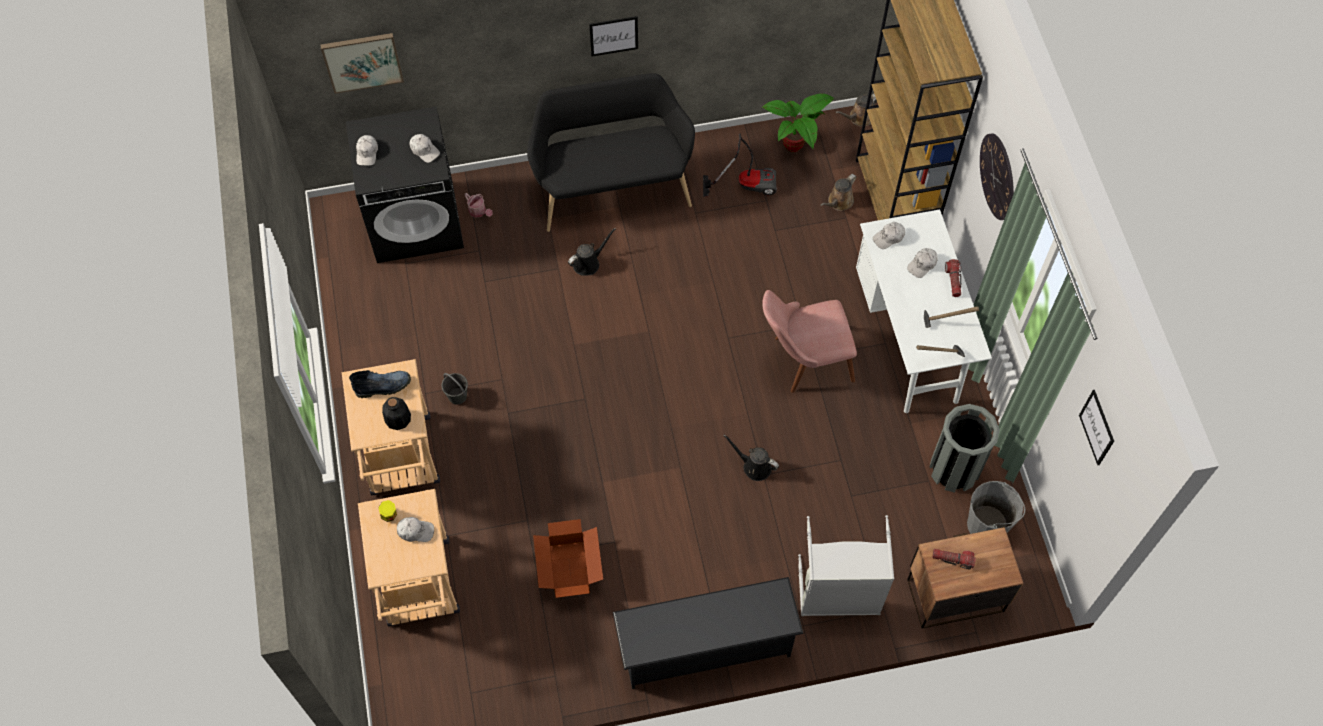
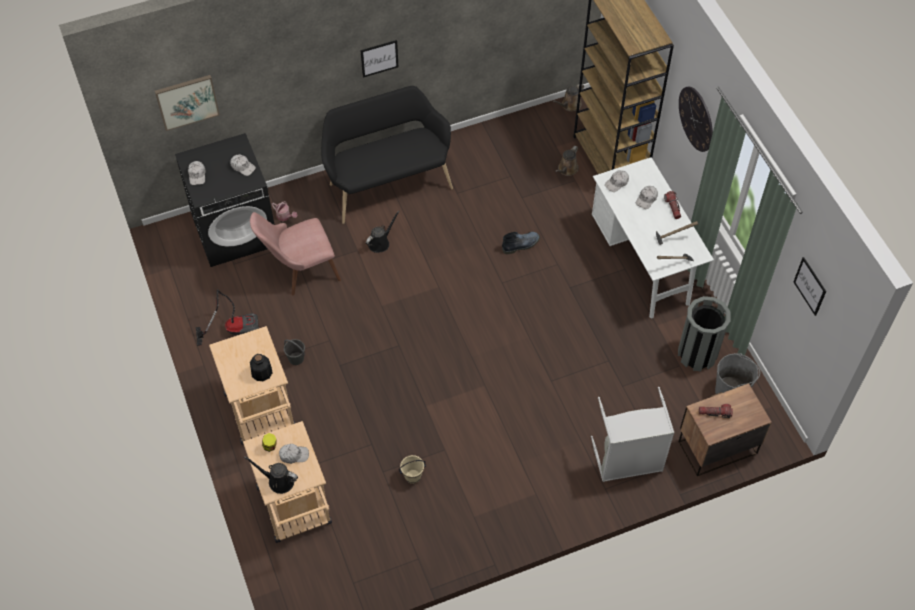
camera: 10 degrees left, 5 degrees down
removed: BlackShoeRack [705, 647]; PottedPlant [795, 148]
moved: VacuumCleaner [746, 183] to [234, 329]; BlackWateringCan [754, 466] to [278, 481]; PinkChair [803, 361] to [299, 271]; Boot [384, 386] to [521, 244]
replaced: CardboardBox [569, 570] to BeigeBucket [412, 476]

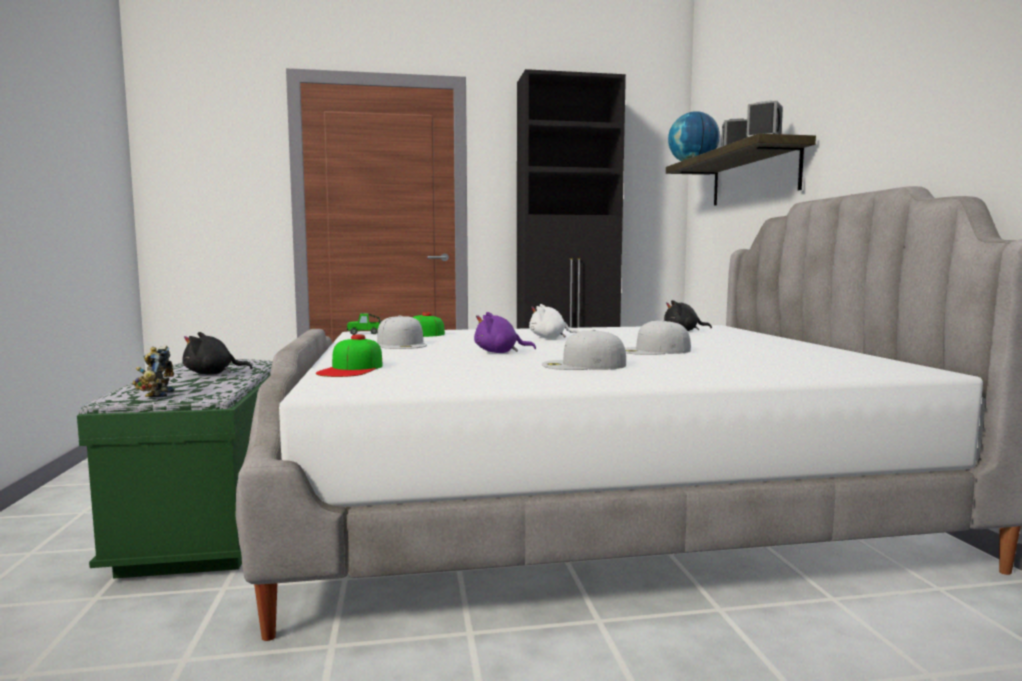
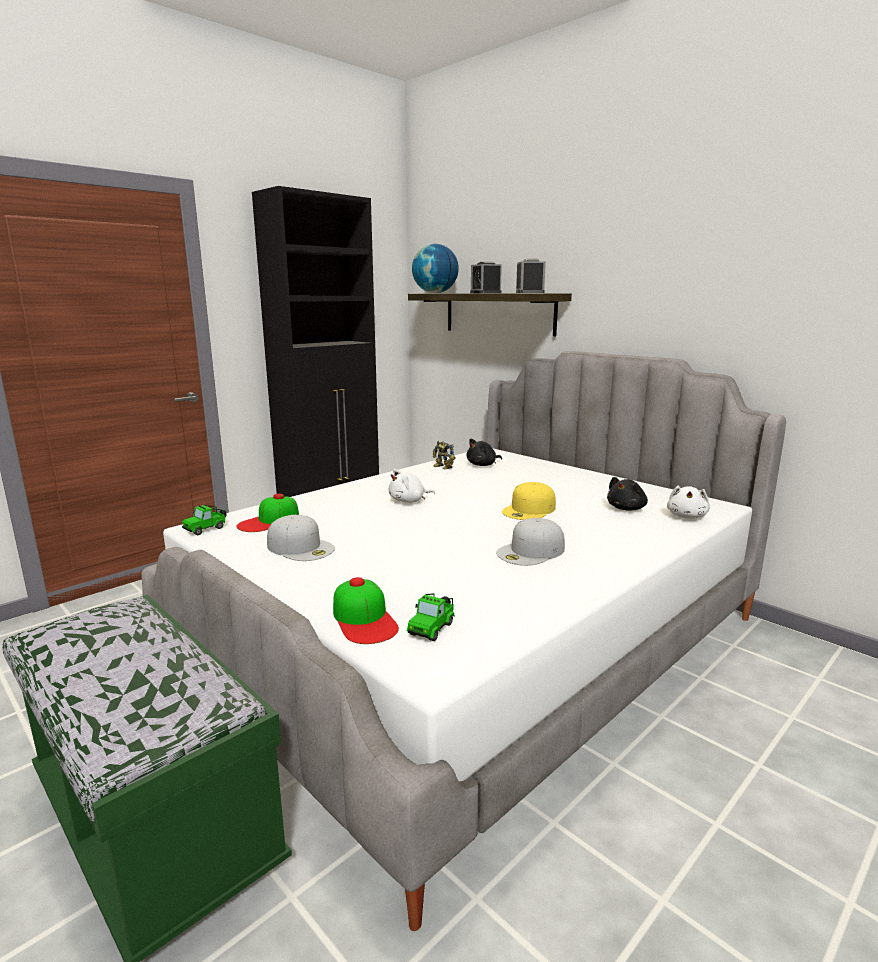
camera: 35 degrees left, 10 degrees up
removed: PurplePlushToy [499, 352]
added: ToyCar [432, 628]; WhitePlushToy [687, 516]
moved: ToyRobot [156, 394] to [442, 467]; BlackPlushToy [212, 374] to [627, 508]
recoloured: WhiteCap [654, 351] to YellowCap [529, 510]

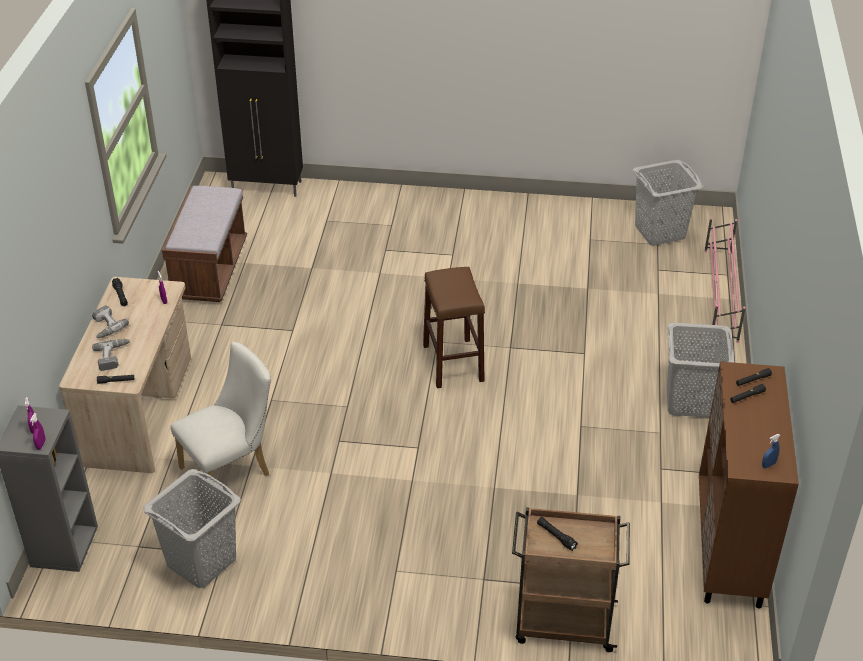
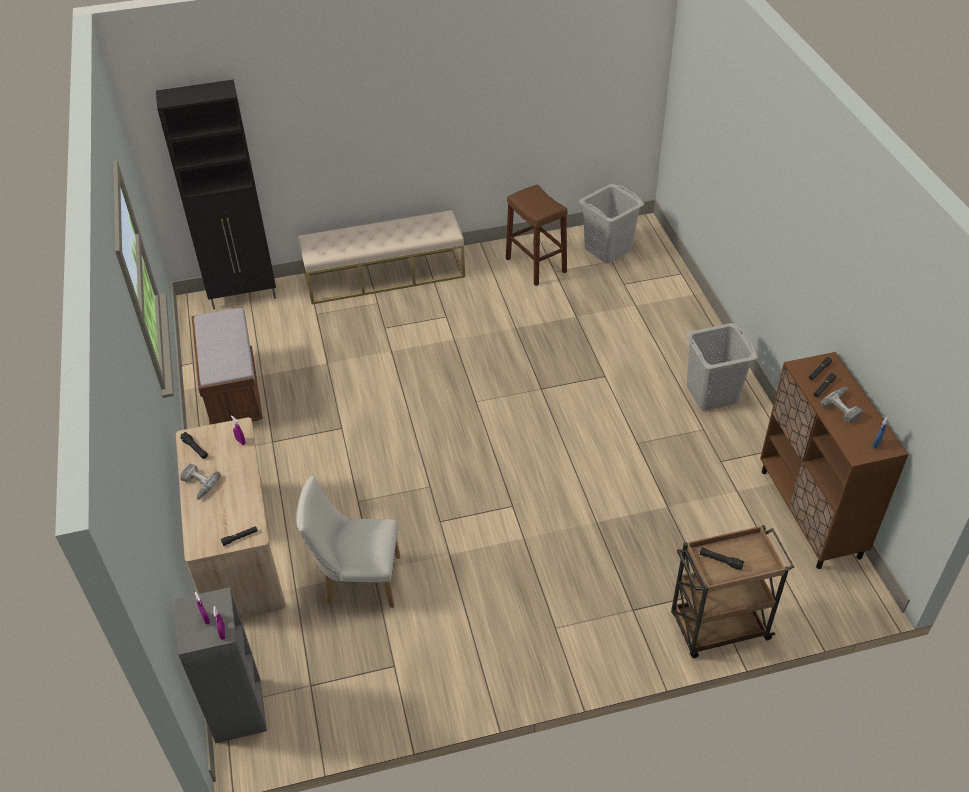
camera: 20 degrees left, 5 degrees up
removed: GreyLaundryBasket [201, 562]; PinkShoeRack [720, 295]
added: BeigeBench [385, 275]
moved: BrownStool [453, 363] to [536, 265]; PowerDrill [113, 356] to [844, 407]
turned: WhiteChair [231, 469] = [357, 580] 120 degrees counterclockwise

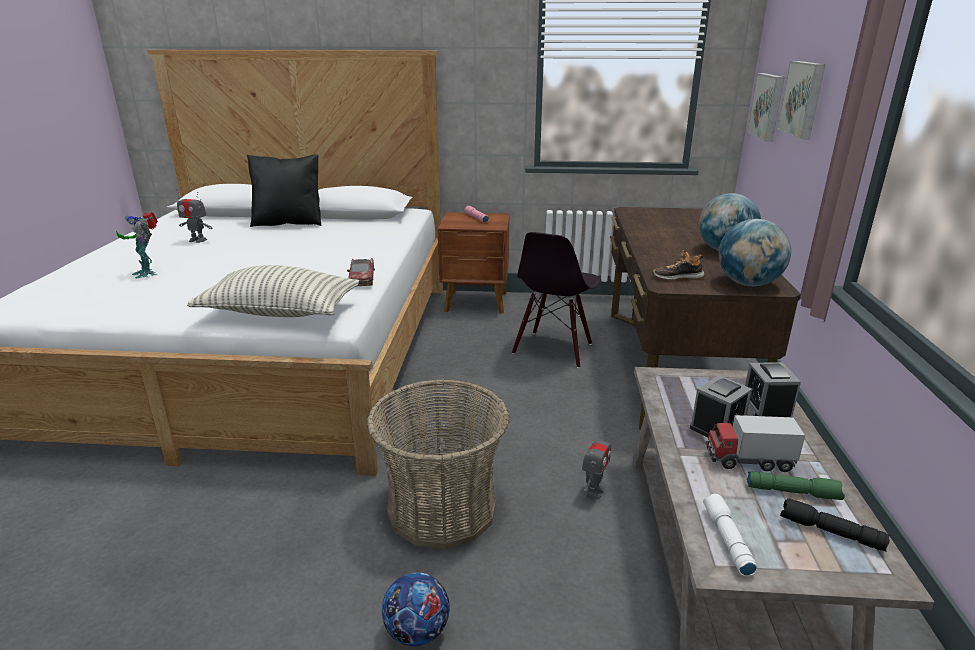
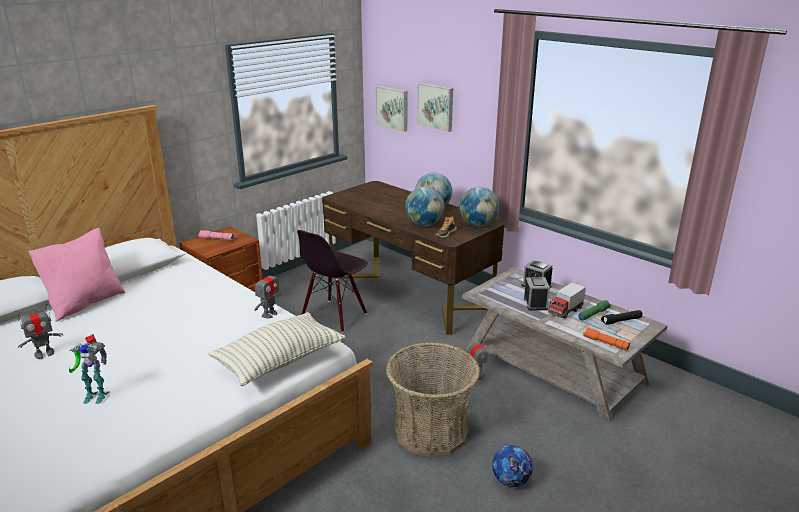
camera: 50 degrees left, 0 degrees up
added: Globe [424, 225]
replaced: ToyCar [362, 278] to ToyRobot [269, 314]
recoloured: BlackPillow [289, 223] to PinkPillow [85, 303]; WhiteFlashlight [726, 540] to OrangeFlashlight [605, 343]
turned: BlackChair [553, 349] = [334, 315] 60 degrees clockwise

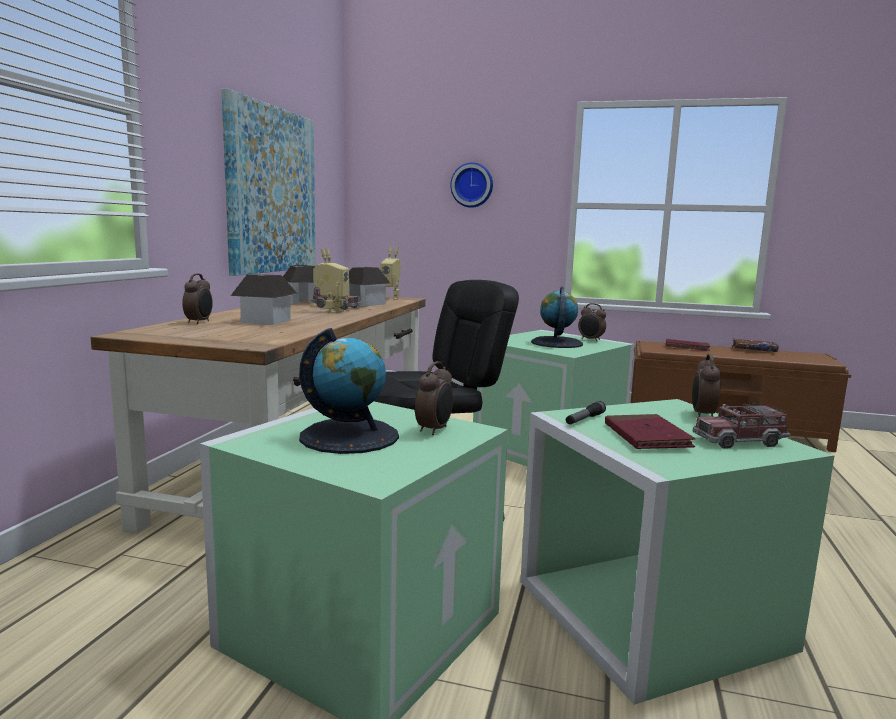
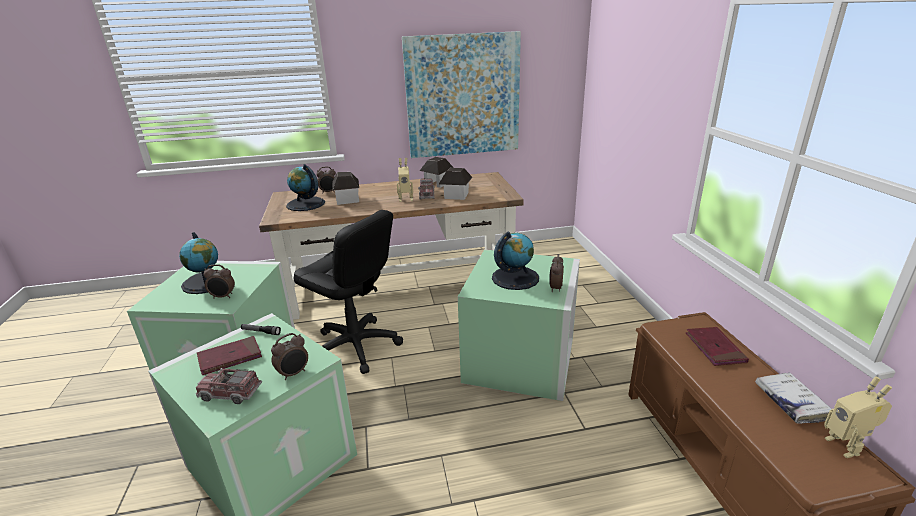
camera: 65 degrees right, 15 degrees up
removed: WallClock [472, 185]
added: Globe [305, 204]
moved: ToyRobot [390, 298] to [846, 445]
recoloured: BrownBook [753, 350] to WhiteBook [790, 402]
turned: ToyTruck [739, 441] = [230, 393] 45 degrees counterclockwise; AlarmClock [702, 415] = [294, 373] 150 degrees clockwise

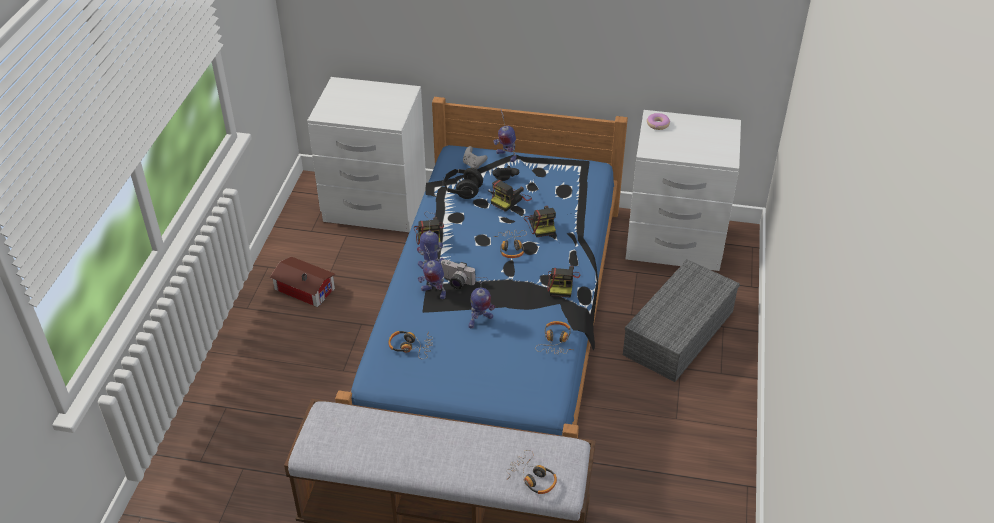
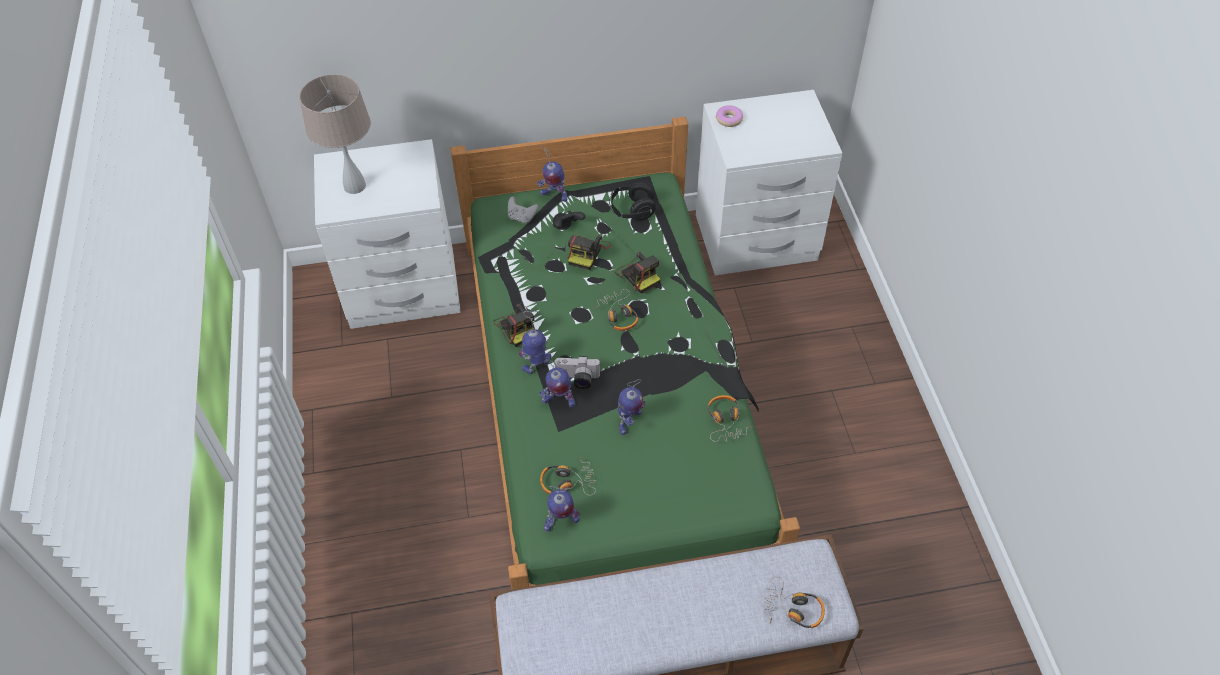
camera: 20 degrees left, 10 degrees up
removed: ToyHouse [304, 287]; PhotoCamera [562, 283]; GreyStorageBox [678, 331]
added: BeigeTableLamp [355, 185]; ToyRobot [560, 522]
moved: BlackHeadphones [462, 190] to [632, 211]
recoloured: BlueBed [496, 317] to GreenBed [609, 392]

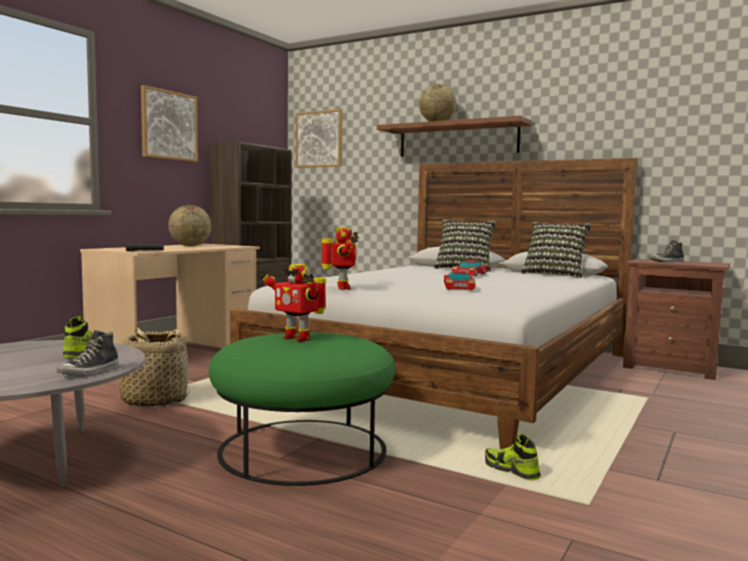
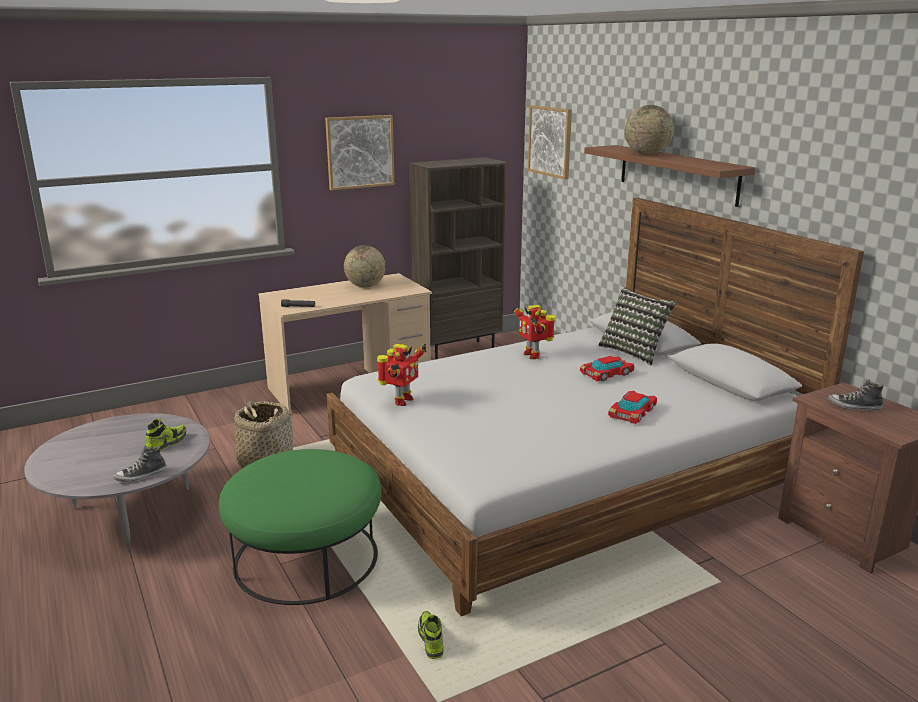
camera: 30 degrees right, 15 degrees up
removed: Pillow [555, 274]
moved: ToyRobot [297, 338] to [532, 355]; ToyCar [459, 287] to [633, 412]

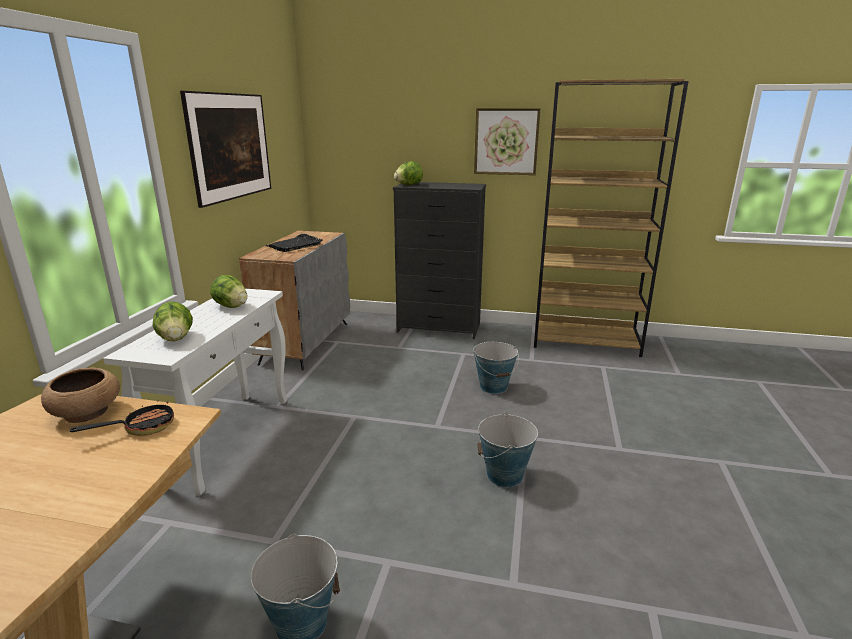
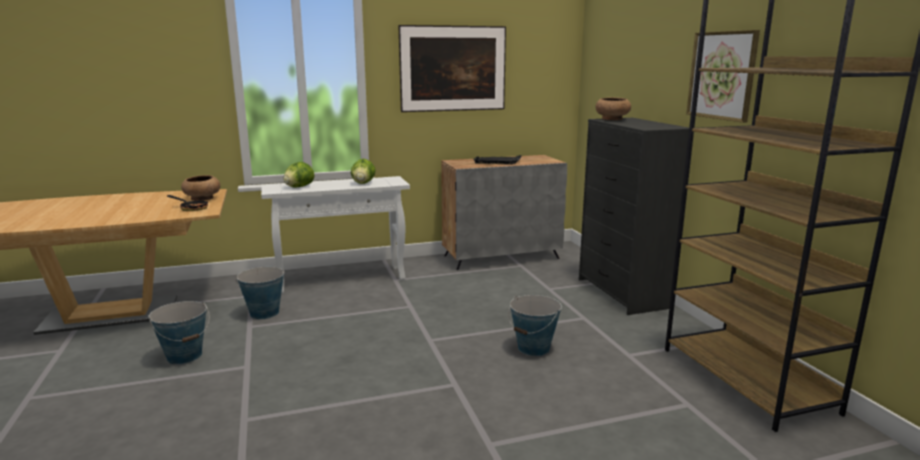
camera: 60 degrees right, 5 degrees down
moved: Bucket [504, 475] to [264, 313]
replaced: Lettuce [408, 185] to BrownBowl [612, 119]

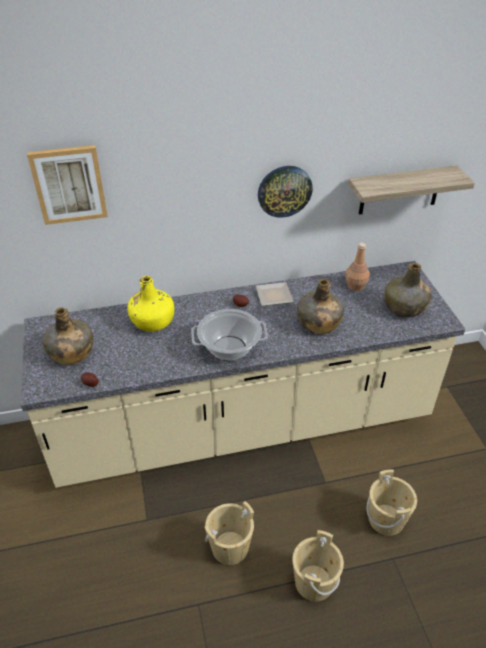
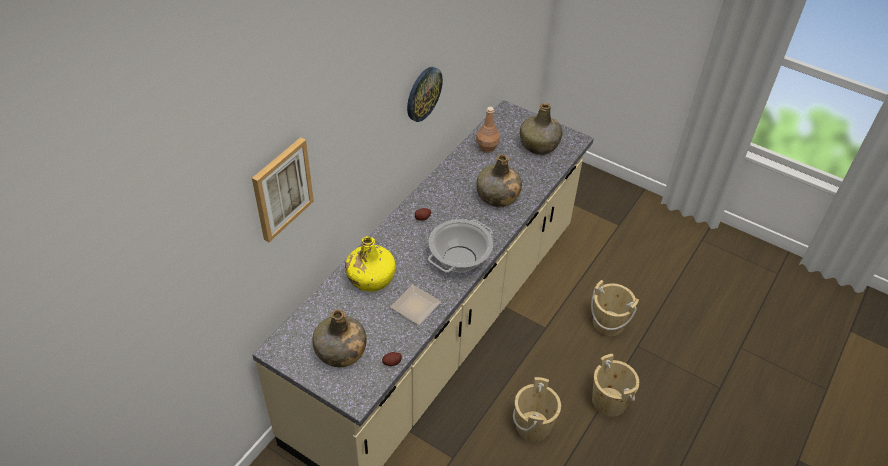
camera: 45 degrees left, 5 degrees up
removed: Shelf [400, 190]
moved: Plate [274, 295] to [415, 305]

